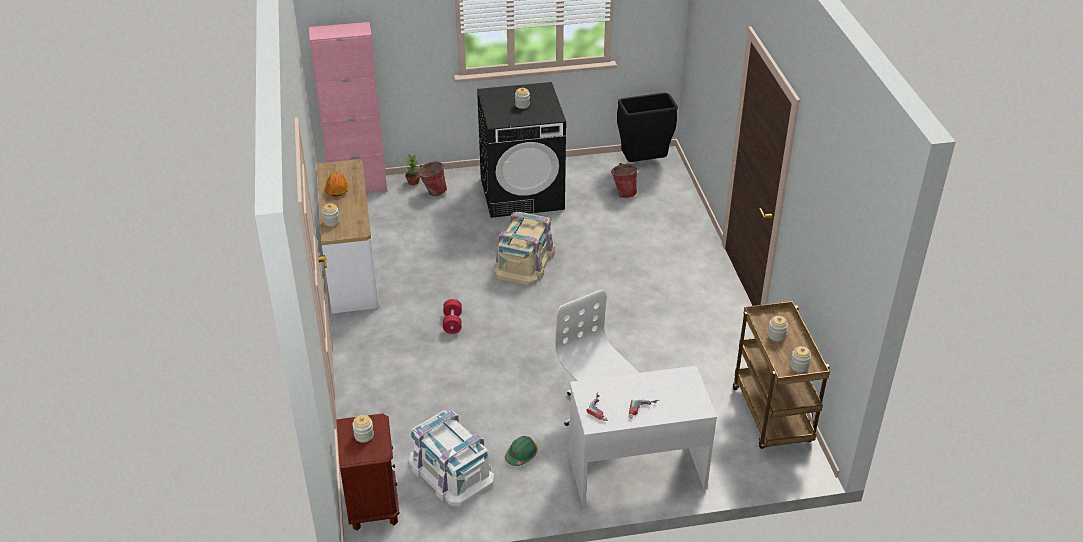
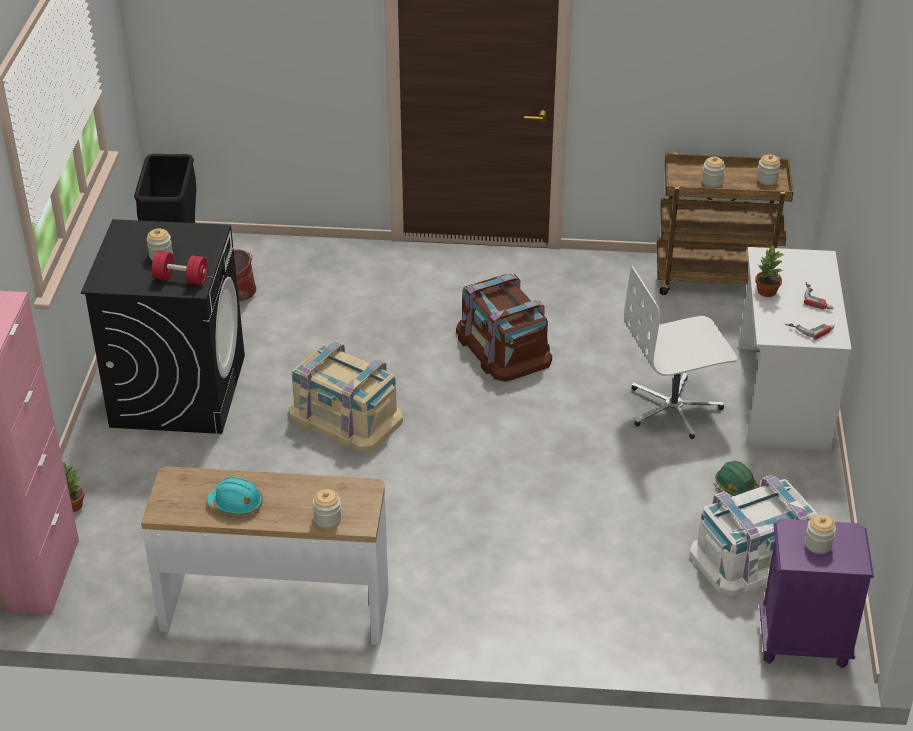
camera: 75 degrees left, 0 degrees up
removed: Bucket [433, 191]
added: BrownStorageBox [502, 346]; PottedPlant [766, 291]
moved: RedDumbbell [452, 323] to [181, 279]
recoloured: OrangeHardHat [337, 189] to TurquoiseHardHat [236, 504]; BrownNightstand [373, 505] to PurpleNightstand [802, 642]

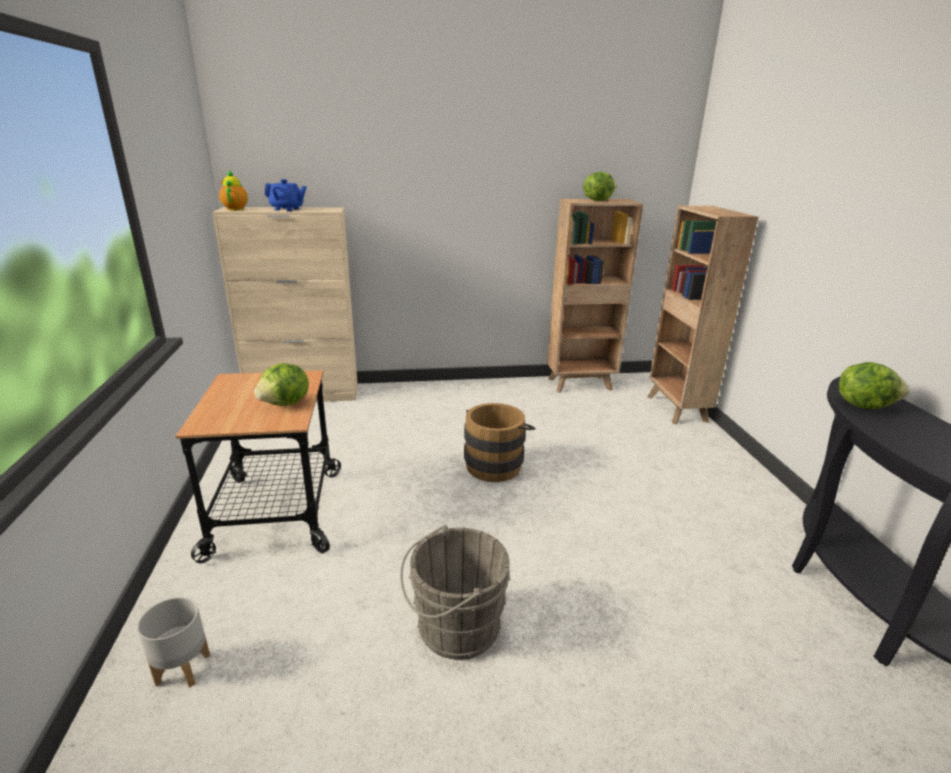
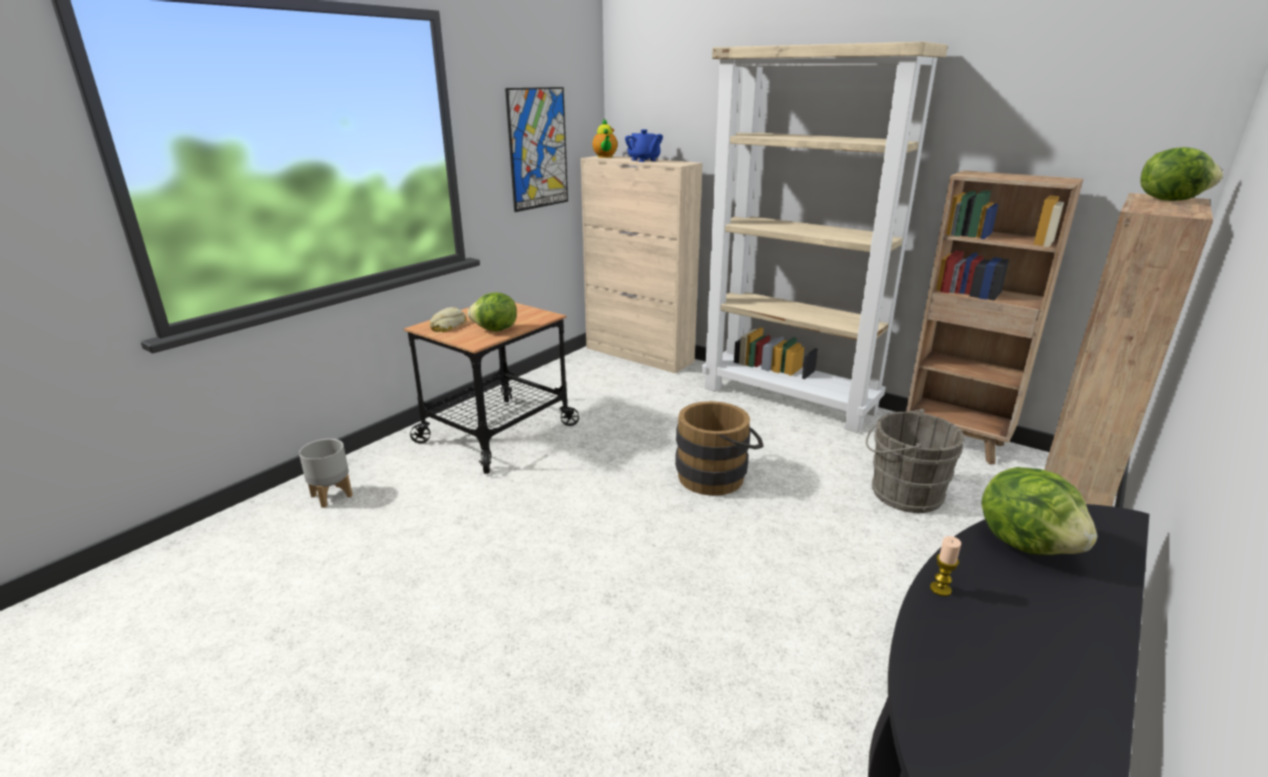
camera: 45 degrees right, 0 degrees up
added: Bread [447, 325]; Picture [538, 149]; BeigeBookcase [789, 399]; Candle [940, 589]
moved: GreyBucket [453, 628] to [901, 493]; Lettuce [597, 200] to [1169, 200]
turned: Teapot [236, 209] = [605, 157] 135 degrees clockwise

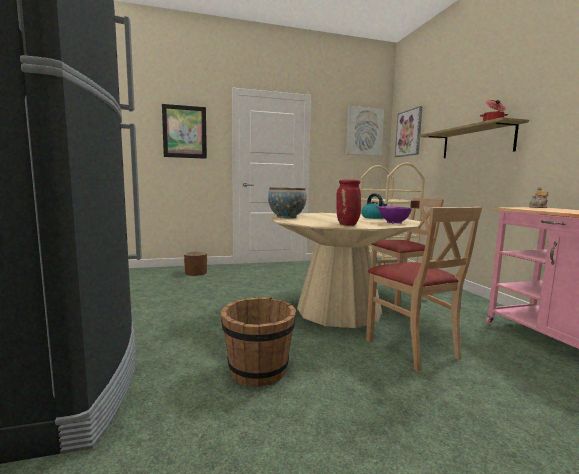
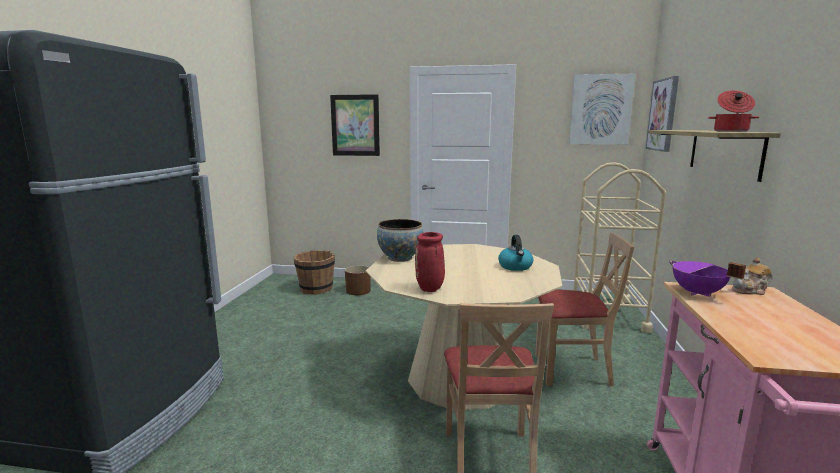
camera: 25 degrees right, 5 degrees up
moved: BrownBucket [258, 371] to [316, 289]; PurpleCookingPot [394, 223] to [697, 293]

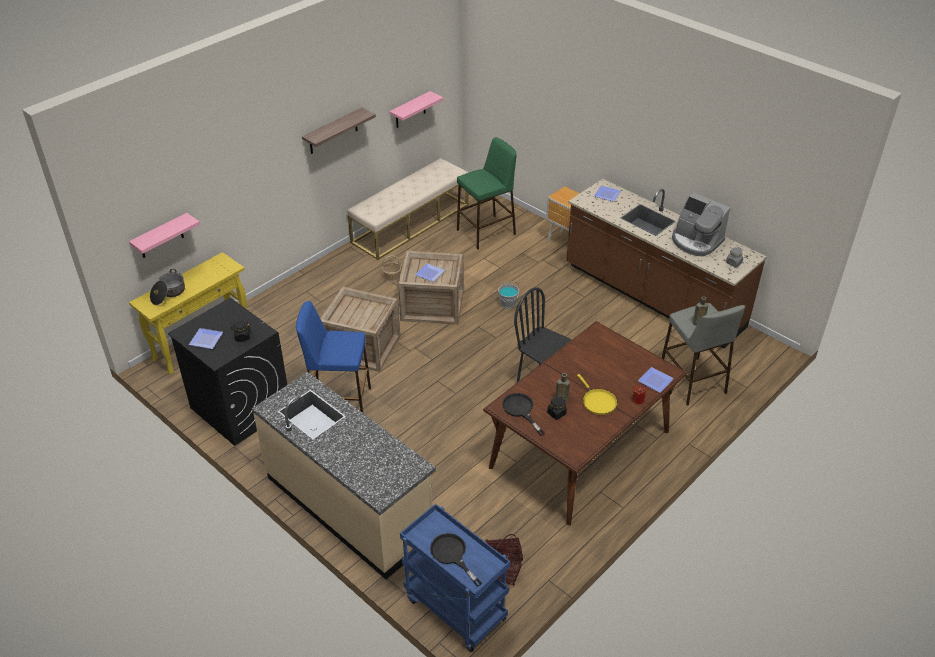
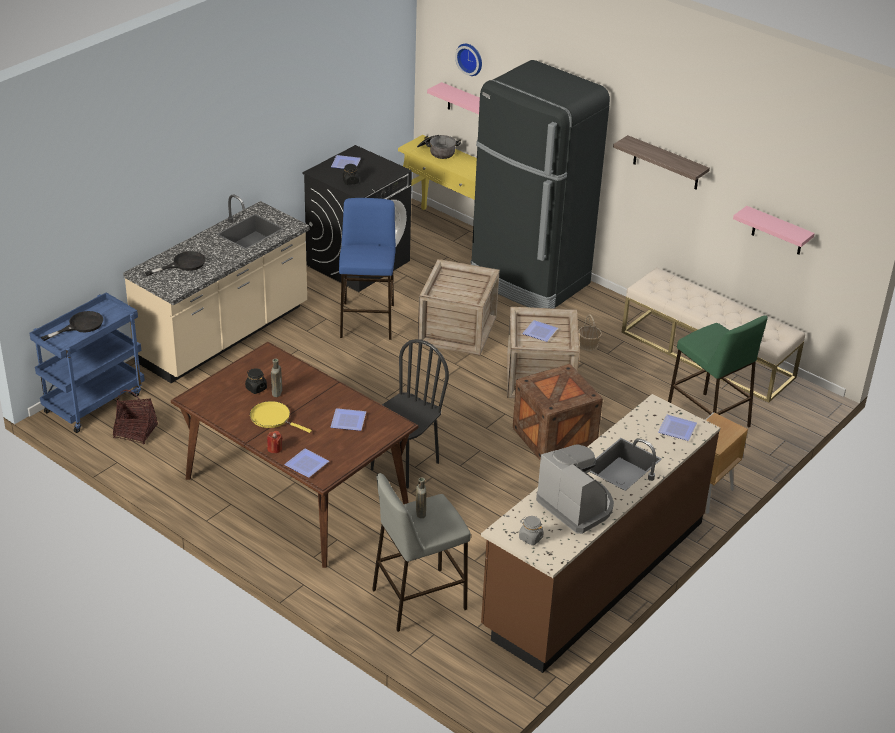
camera: 85 degrees right, 5 degrees down
added: Plate [349, 422]; WallClock [470, 58]; BlackFridge [529, 281]
moved: BlackFryingPan [520, 410] to [183, 264]
replaced: GreyBucket [508, 304] to Crate [554, 438]
turned: YellowFryingPan [597, 402] = [273, 418] 60 degrees clockwise; CoffeeMachine [696, 241] = [576, 506] 105 degrees clockwise

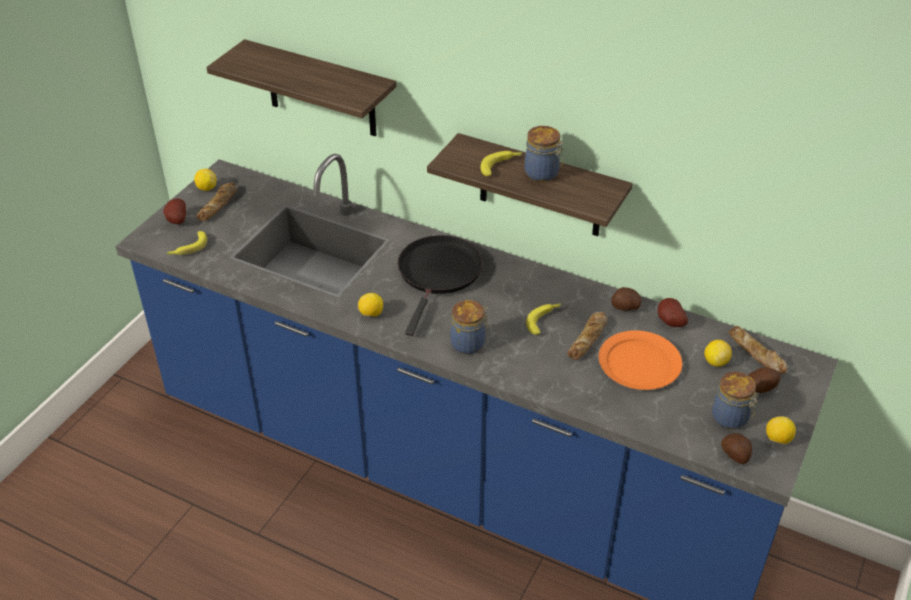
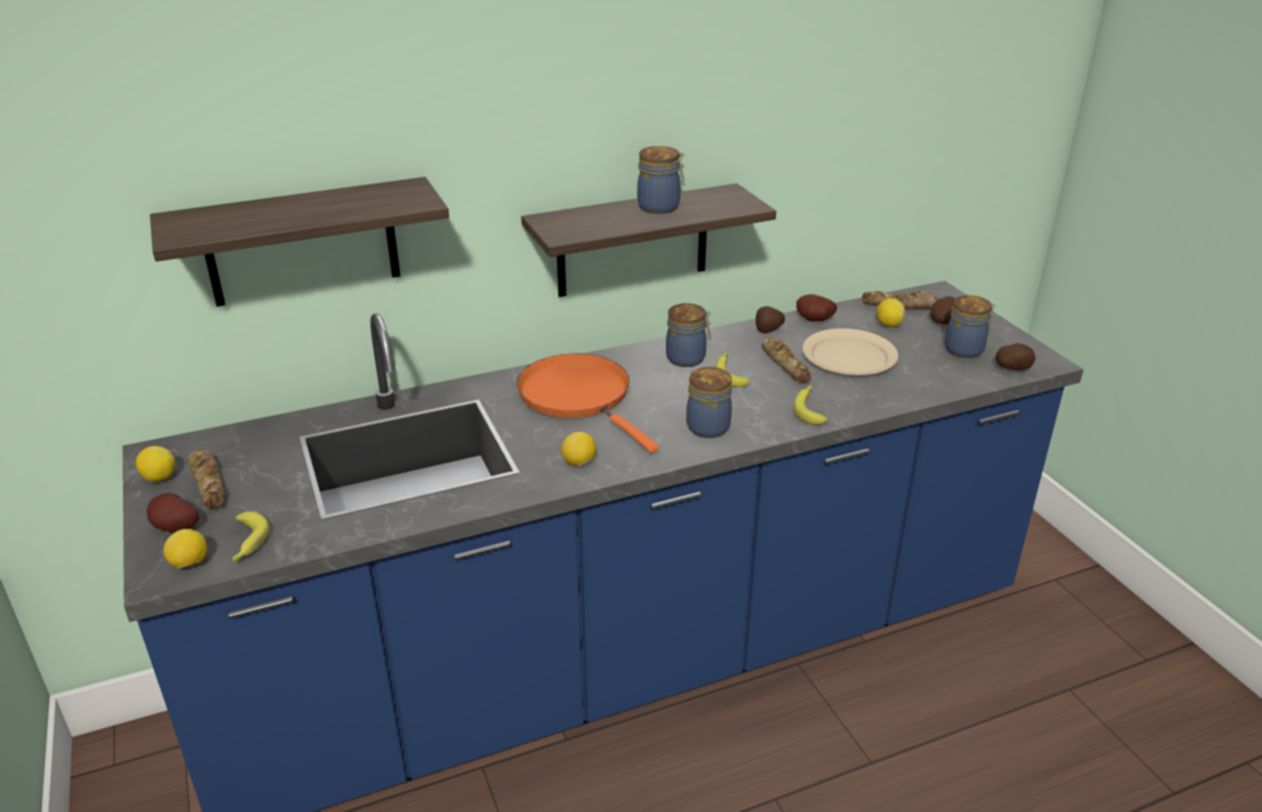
camera: 50 degrees left, 10 degrees down
added: Jar [687, 358]
moved: Lemon [777, 439] to [190, 564]; Banana [501, 166] to [810, 408]
recoloured: BlackFryingPan [438, 274] to OrangeFryingPan [579, 397]; OrangePlate [638, 363] to BeigePlate [848, 357]

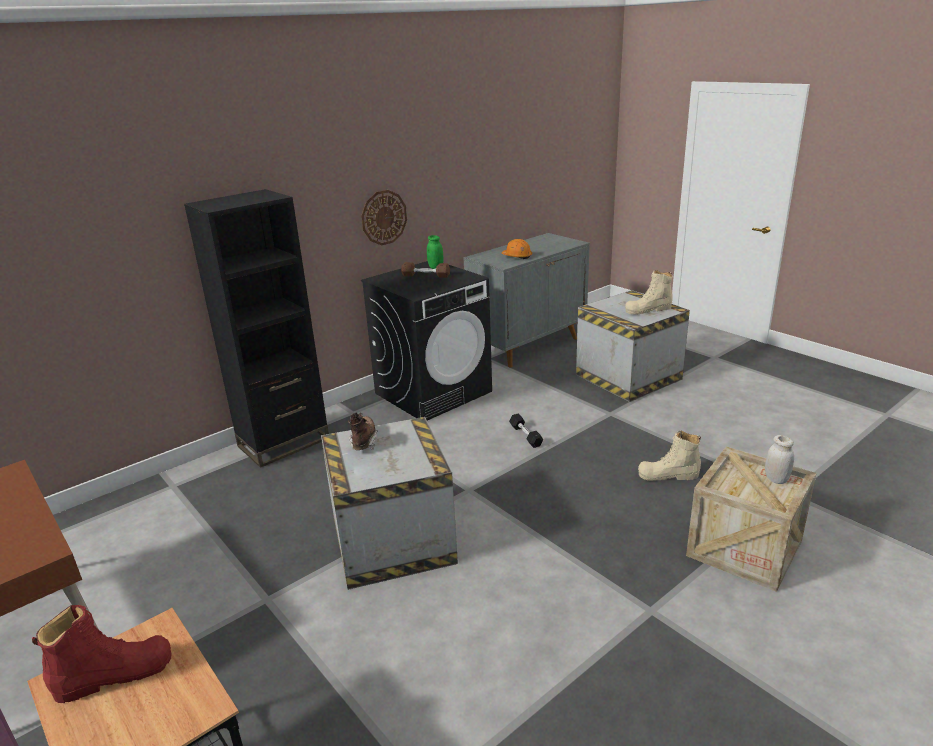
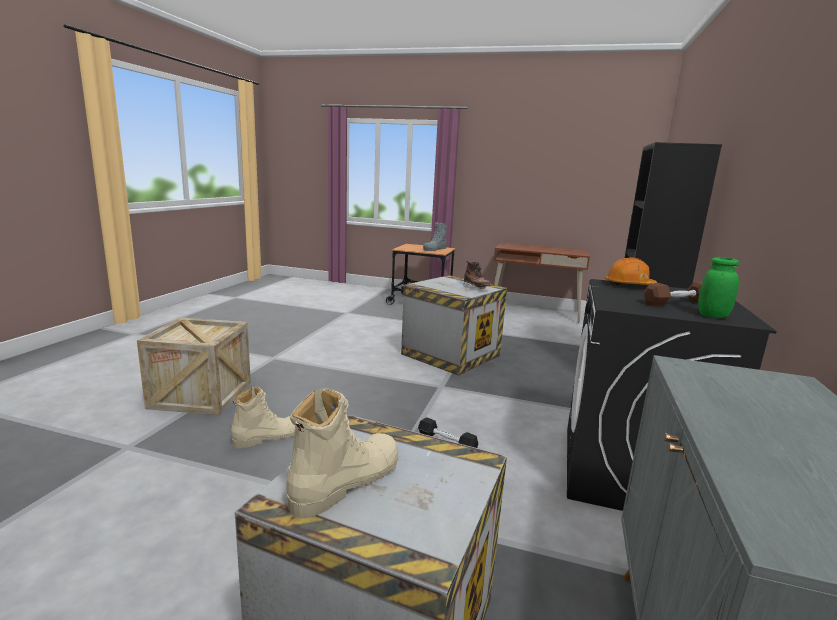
camera: 145 degrees right, 10 degrees down
removed: WallClock [384, 217]; WhiteJar [776, 479]
moved: OrangeHardHat [517, 256] to [629, 285]
recoloured: RedBoot [114, 674] to GreyBoot [435, 249]

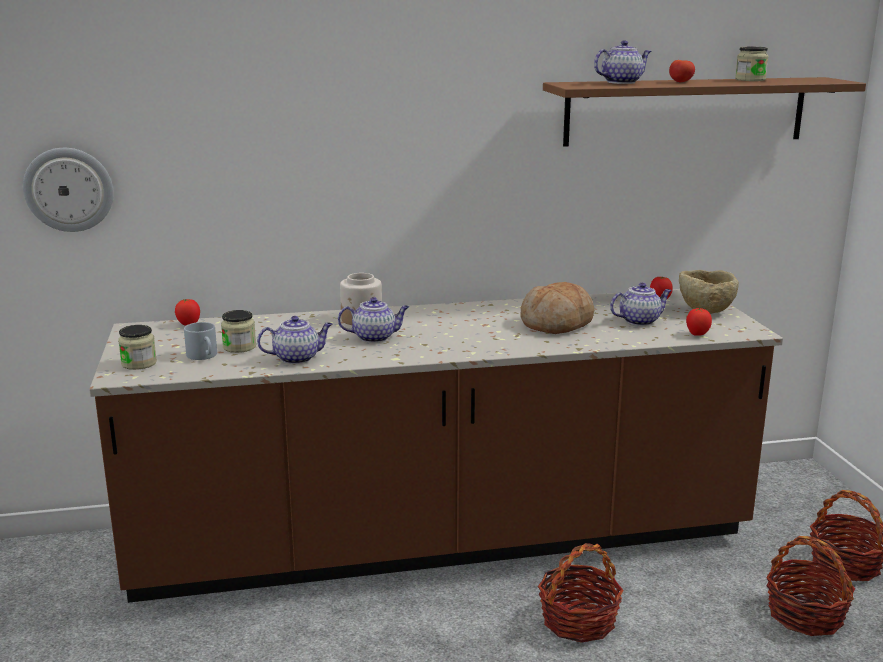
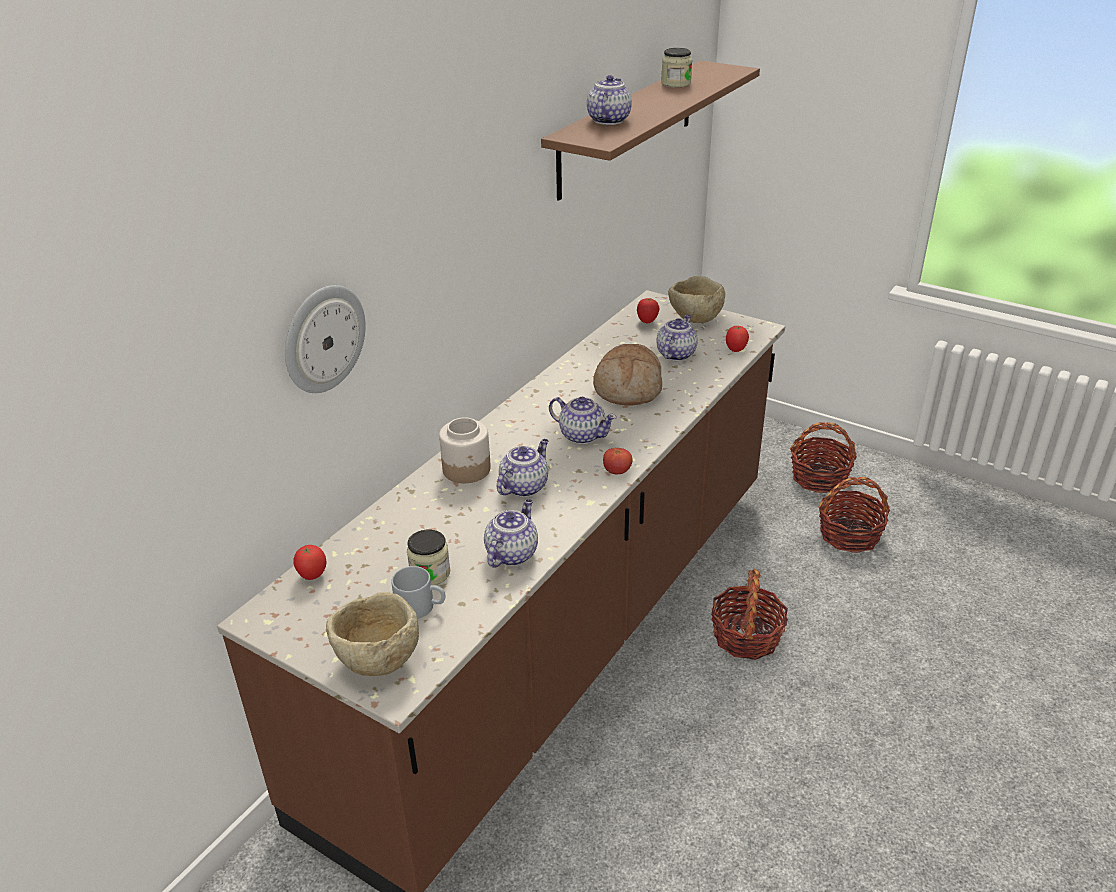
camera: 45 degrees left, 15 degrees up
added: Teapot [582, 435]
moved: WallClock [69, 189] to [323, 338]; Tomato [681, 82] to [617, 472]
replaced: Jar [139, 363] to BeigeBowl [377, 660]

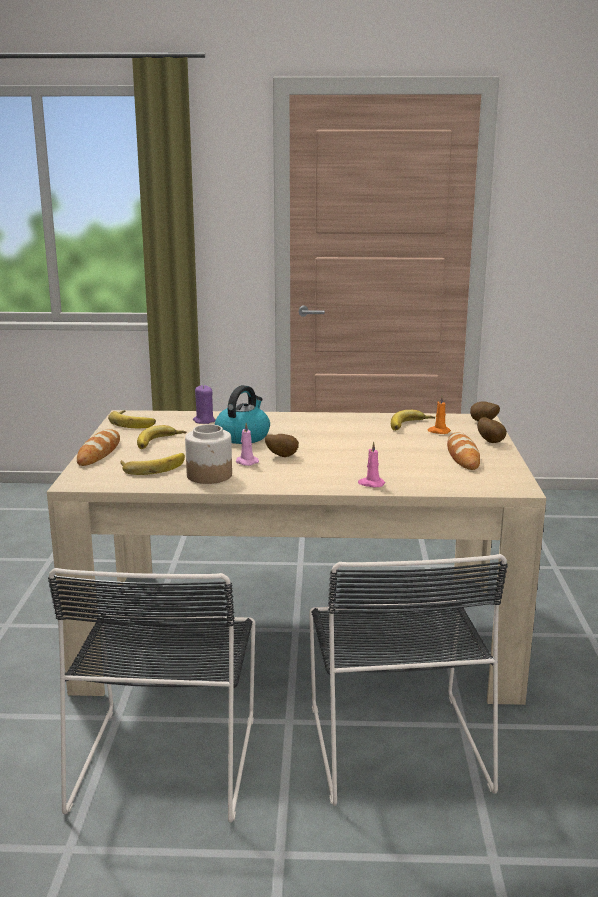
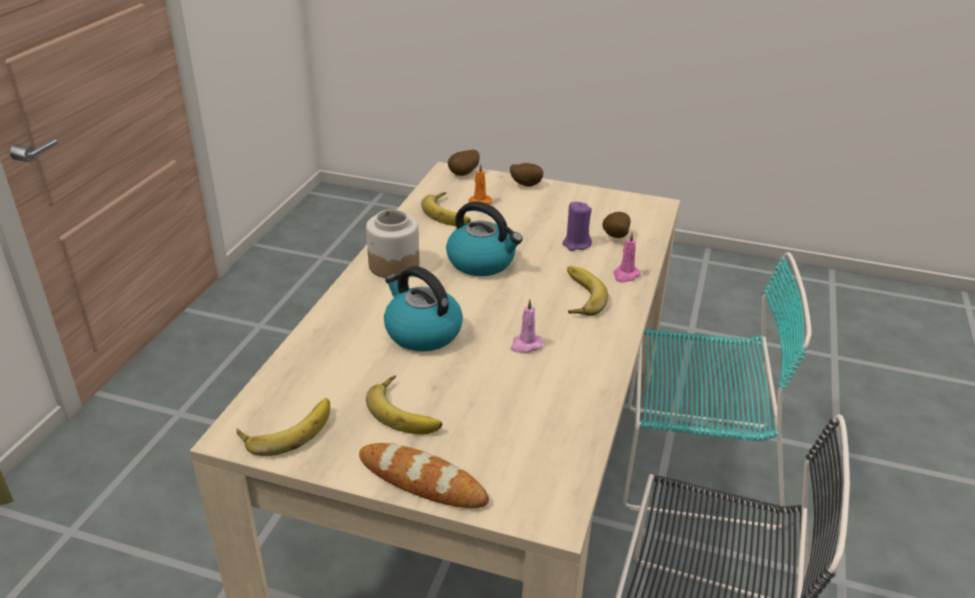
camera: 75 degrees left, 15 degrees up
removed: Bread [462, 456]
added: Kettle [482, 262]
moved: Jar [210, 475] to [393, 265]; PurpleCandle [204, 421] to [576, 244]; Banana [153, 466] to [577, 296]; Potato [282, 456] to [614, 237]
recoloured: BlackChair [396, 741] to TurquoiseChair [692, 464]

